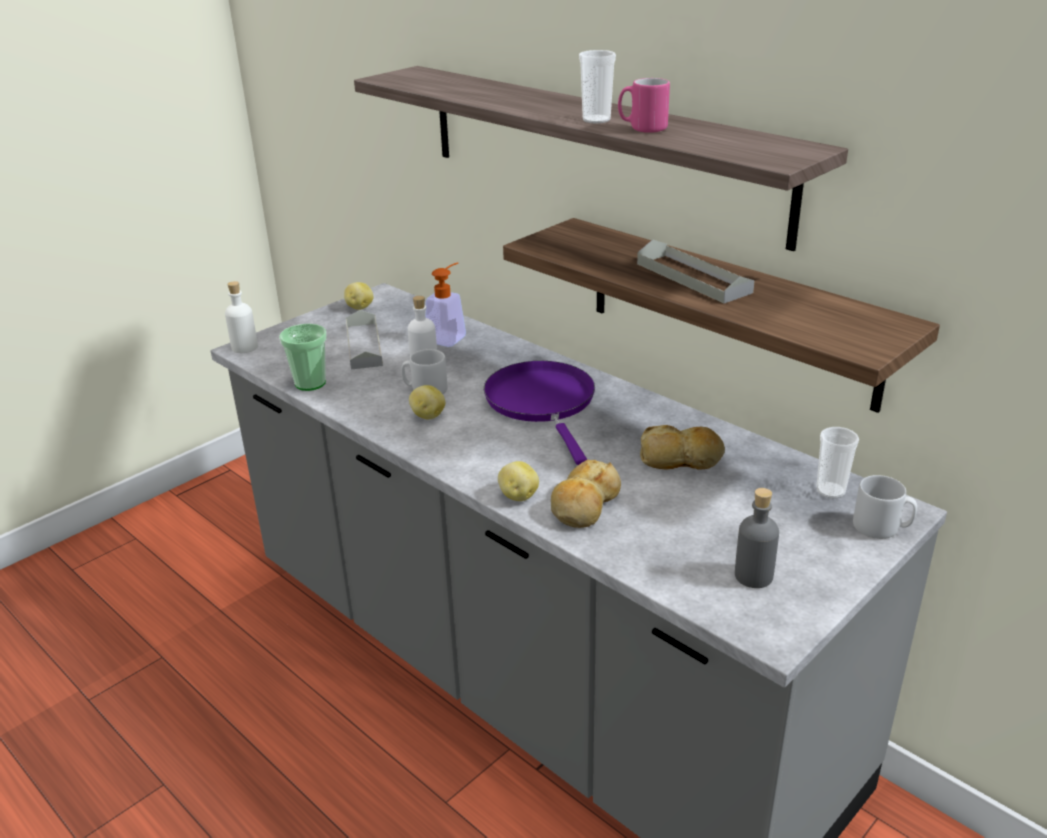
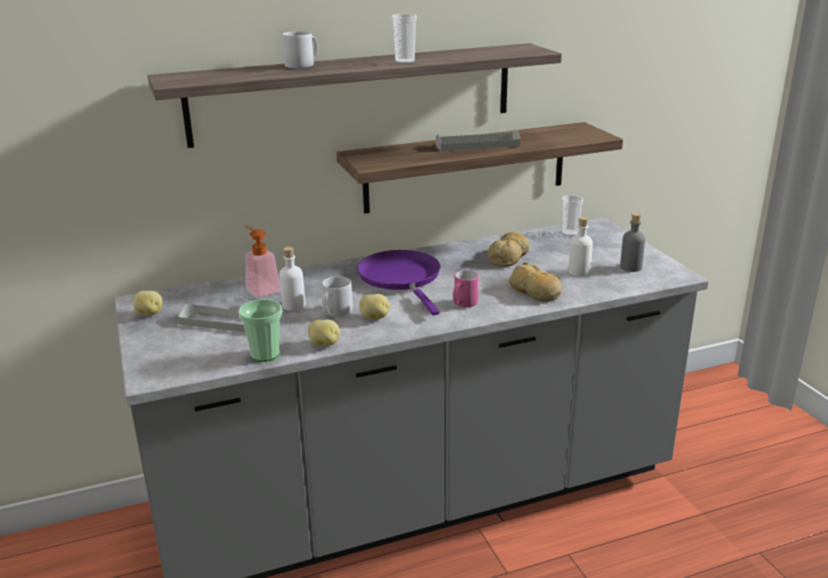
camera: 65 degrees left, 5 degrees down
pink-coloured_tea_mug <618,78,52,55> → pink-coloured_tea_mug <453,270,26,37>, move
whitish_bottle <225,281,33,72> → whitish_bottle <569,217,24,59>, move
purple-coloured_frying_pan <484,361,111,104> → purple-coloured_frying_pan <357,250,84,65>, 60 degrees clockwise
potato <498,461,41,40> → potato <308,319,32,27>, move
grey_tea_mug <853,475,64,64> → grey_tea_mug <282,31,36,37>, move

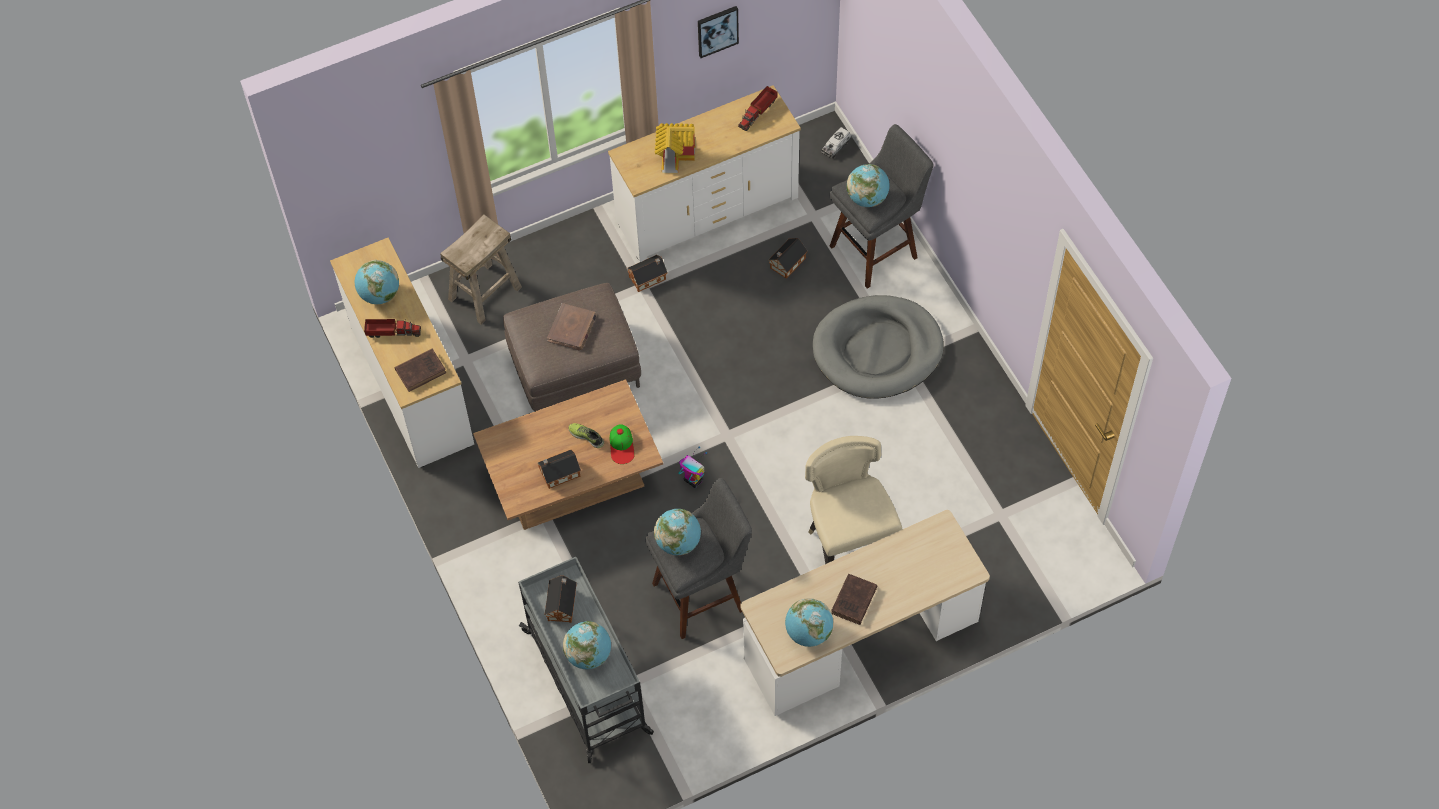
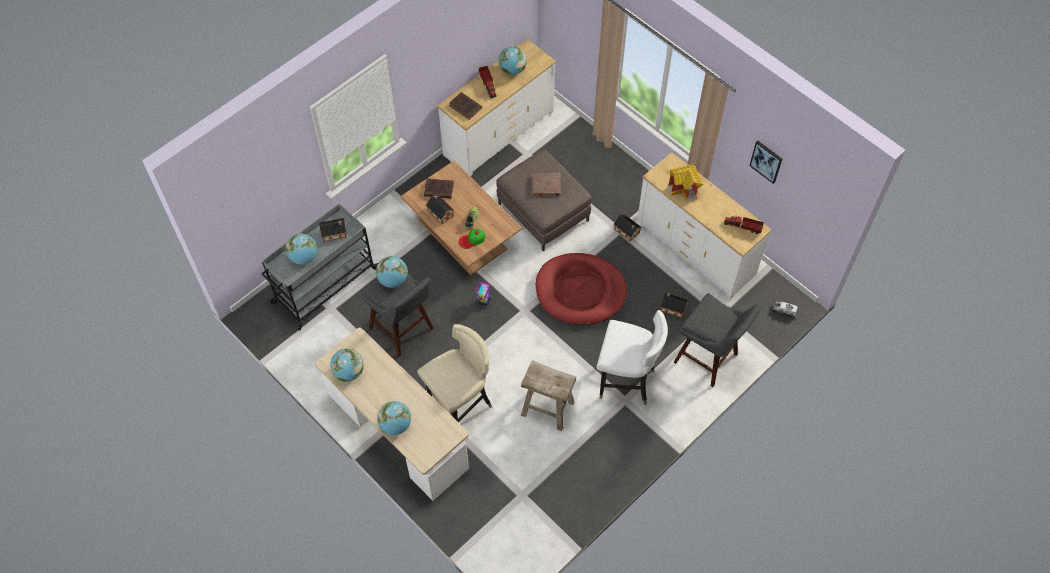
camera: 70 degrees right, 0 degrees up
desk_globe <847,164,43,43> → desk_globe <377,401,34,34>, move
beige-coloured_stool_seat <440,214,82,110> → beige-coloured_stool_seat <521,360,55,71>, move
grey_pet_bed <813,295,131,104> → whitish_plain_chair <597,310,71,95>
brownish_book <831,574,46,51> → brownish_book <424,179,30,19>, move
- → red-coloured_pet_bed <536,253,91,72>

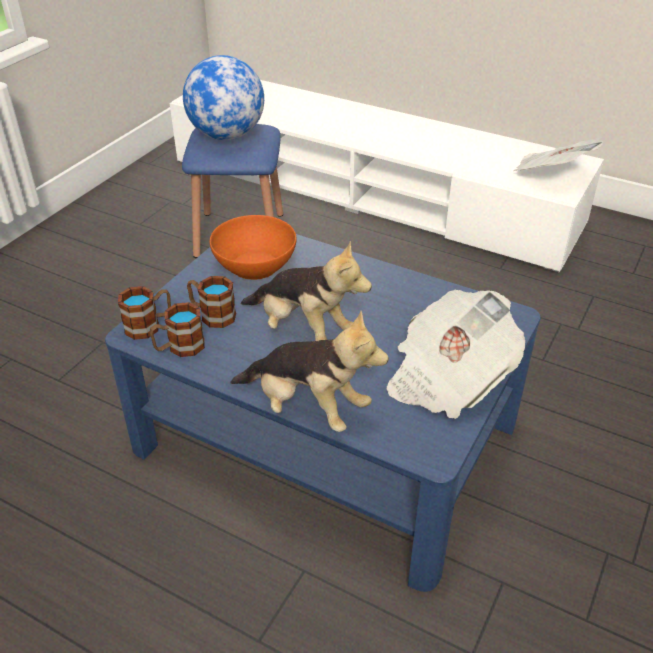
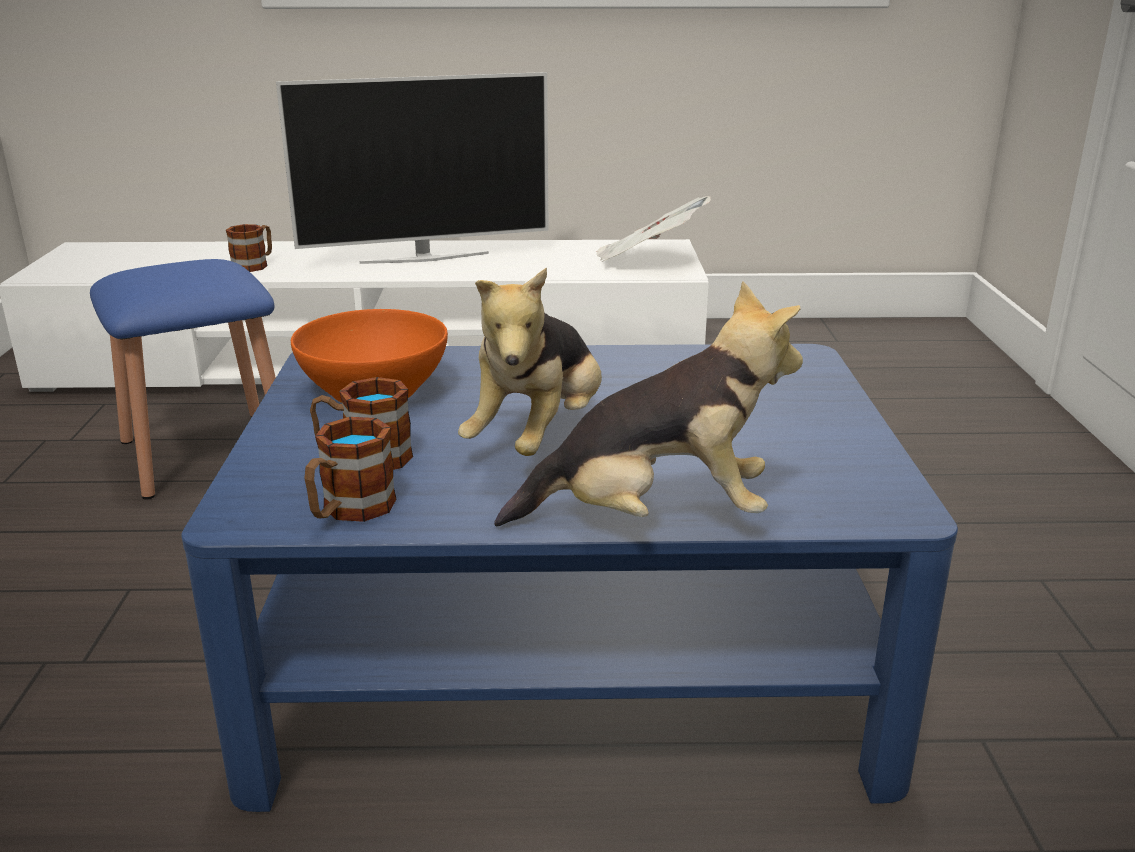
camera: 30 degrees left, 15 degrees down
desk_globe <183,55,81,85> → -
soft_toy <241,241,131,100> → soft_toy <458,267,144,189>, 105 degrees clockwise
tea_mug <118,286,53,54> → tea_mug <226,224,46,48>, move
printed_paper <387,289,138,130> → -
- → television <276,72,273,192>

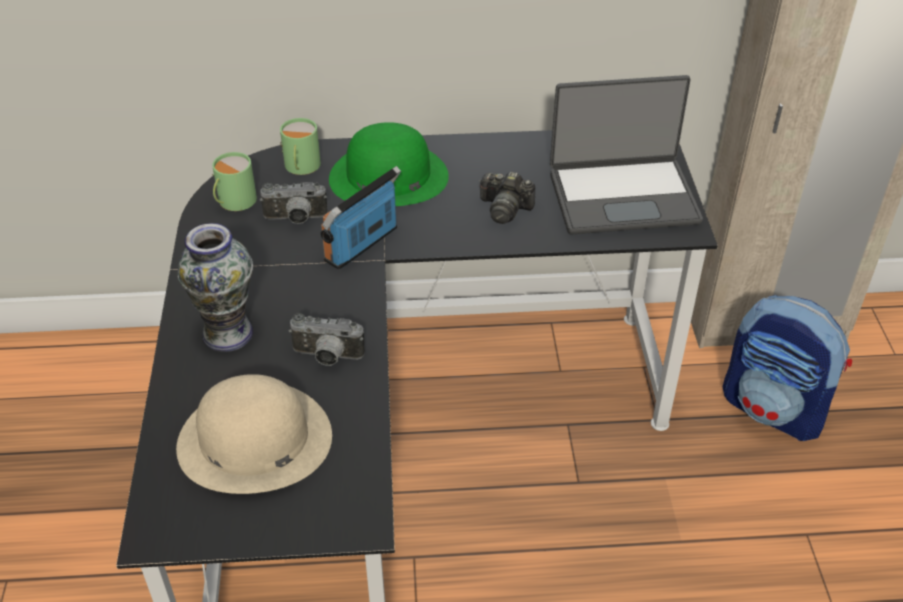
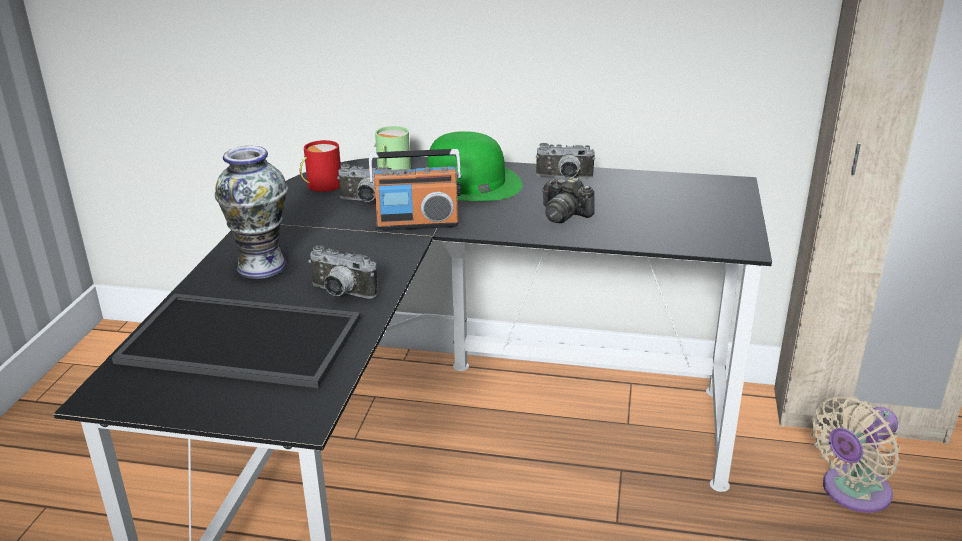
camera: 15 degrees right, 15 degrees down
laptop <550,75,153,160> → -
greenish_tea_mug <212,152,45,59> → red-coloured_tea_mug <300,140,41,52>
radio_set <321,166,80,104> → radio_set <369,149,92,82>, 150 degrees counterclockwise
rucksack <723,295,129,146> → beige-coloured_cooling_fan <811,396,89,117>
beige-coloured_clothing_hat <176,374,156,120> → carrying_tray <112,294,249,94>
- → photo_camera <536,143,59,35>

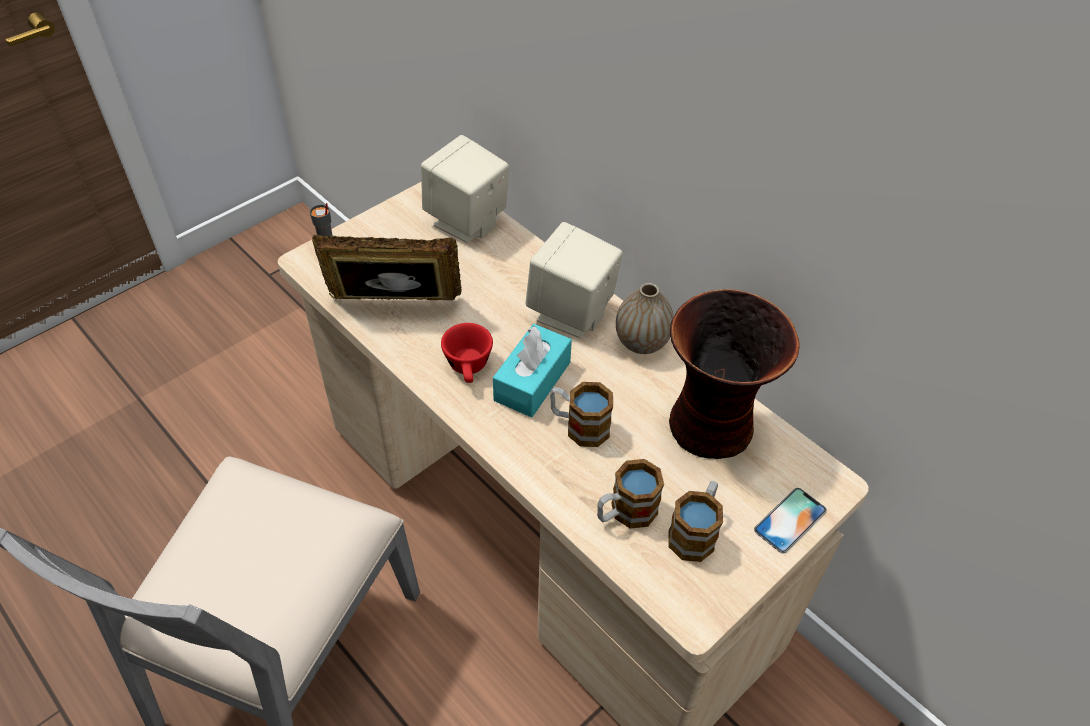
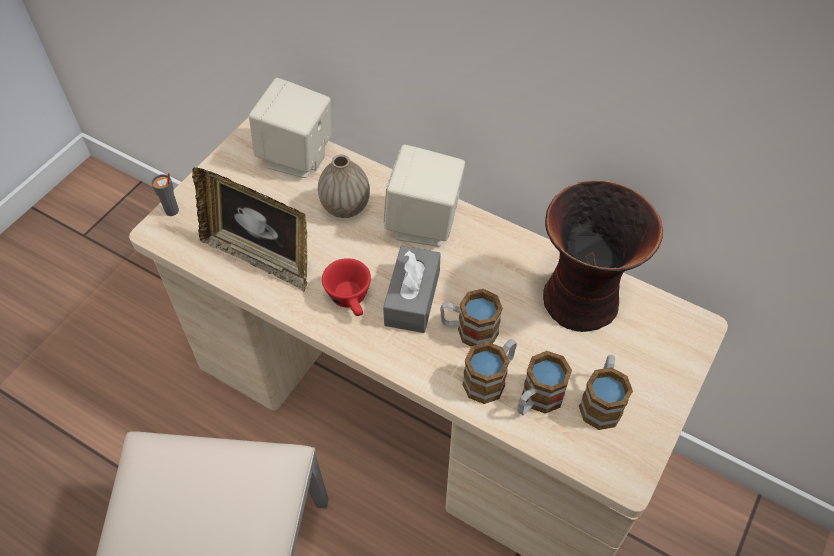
camera: 15 degrees left, 5 degrees up
photo_frame <312,235,150,65> → photo_frame <192,167,115,125>, 135 degrees counterclockwise
vase <616,283,58,71> → vase <318,155,52,63>, move
turquoise_box_of_tissues <493,324,79,93> → grey_box_of_tissues <383,246,58,87>
telephone <754,488,73,65> → -
- → tea_mug <462,339,55,65>

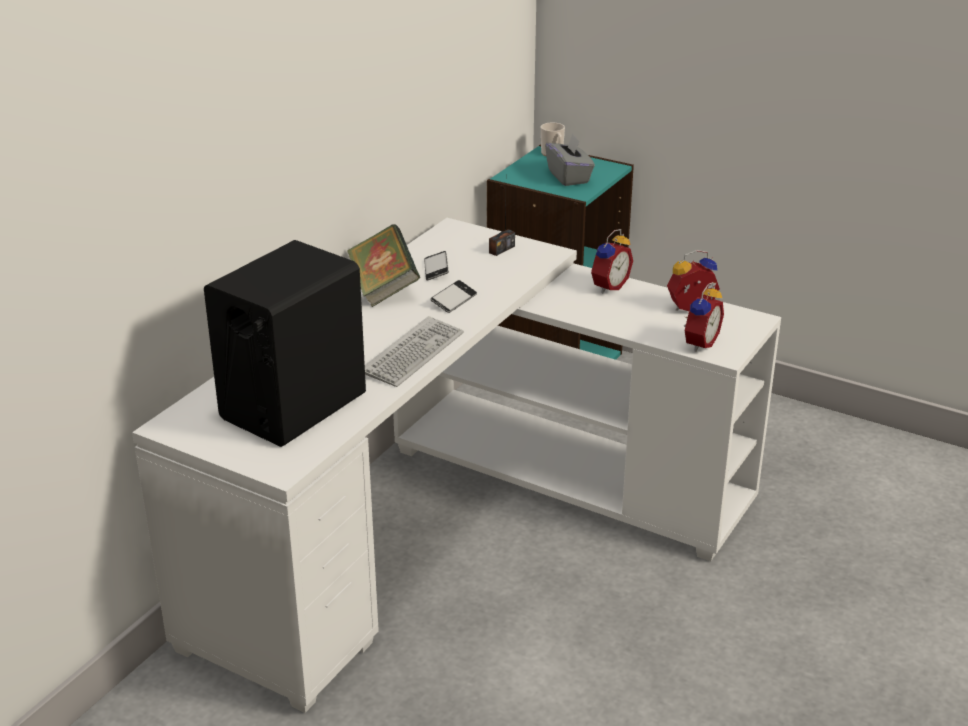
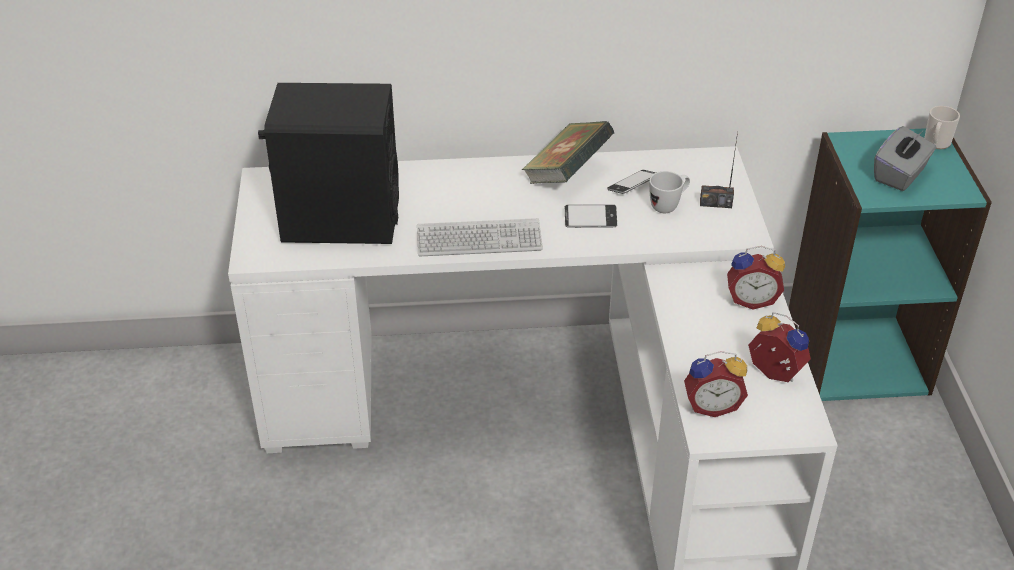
camera: 55 degrees right, 10 degrees up
- → whitish_tea_mug <649,171,41,42>

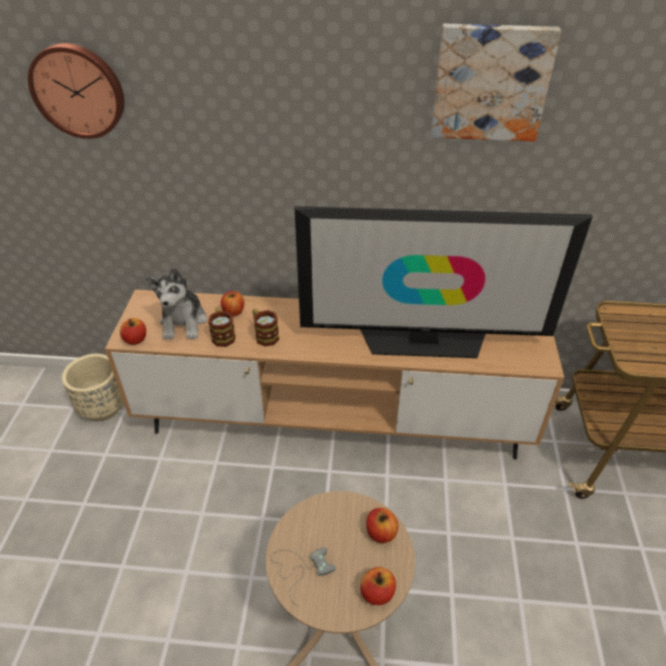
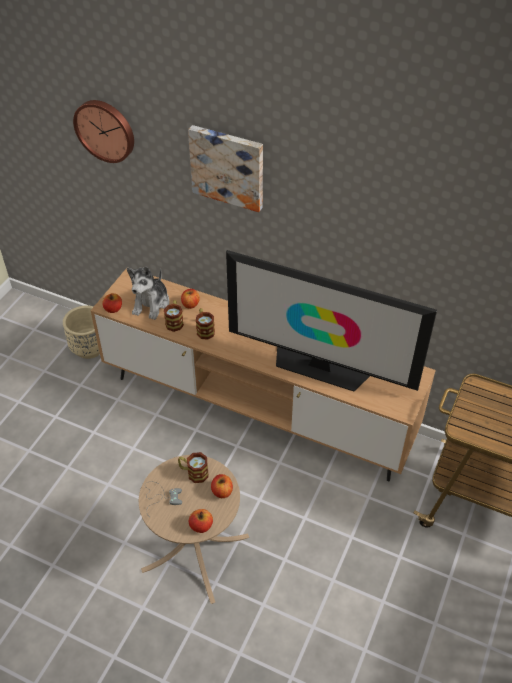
camera: 20 degrees right, 5 degrees up
picture <431,24,131,118> → picture <188,125,75,87>, move
- → tea_mug <178,452,31,31>

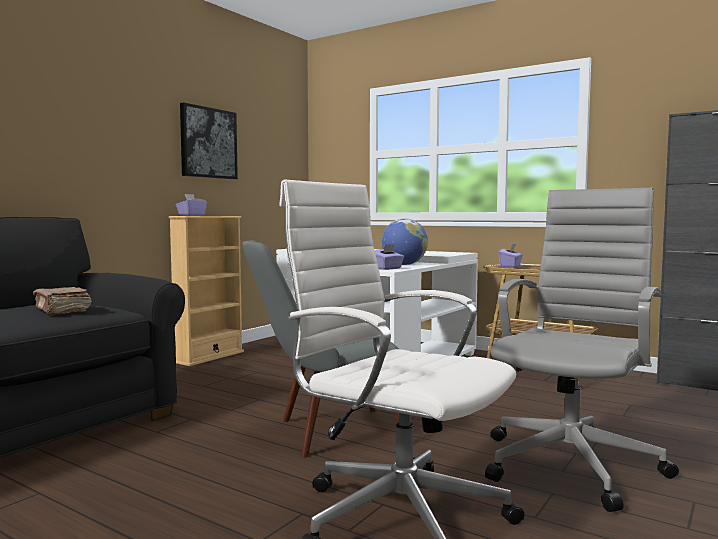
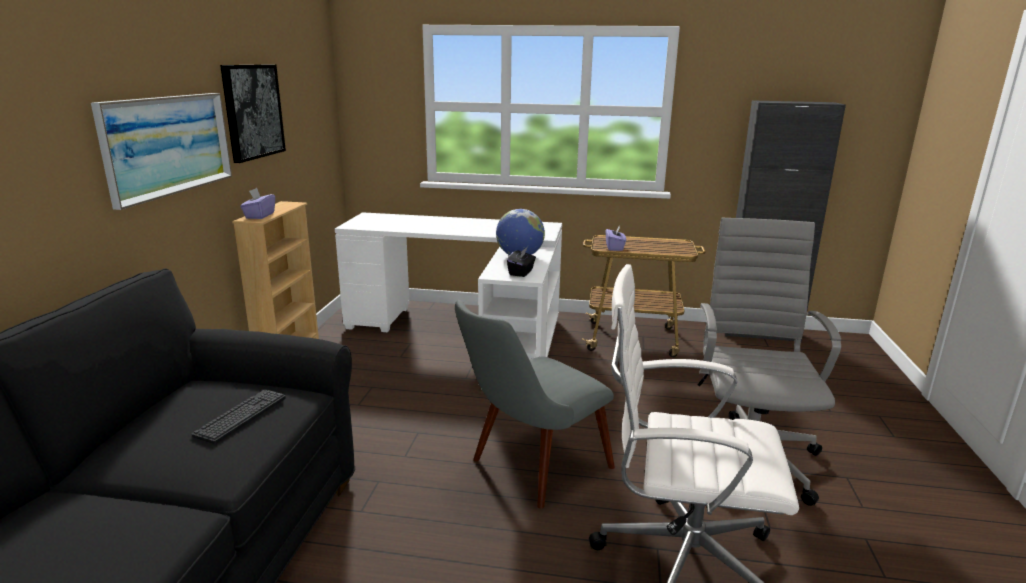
camera: 25 degrees left, 15 degrees up
purple-coloured_box_of_tissues <375,244,29,26> → black-coloured_box_of_tissues <507,247,29,30>
brownish_book <33,287,58,28> → keyboard <192,390,94,54>
- → picture <91,93,141,117>

